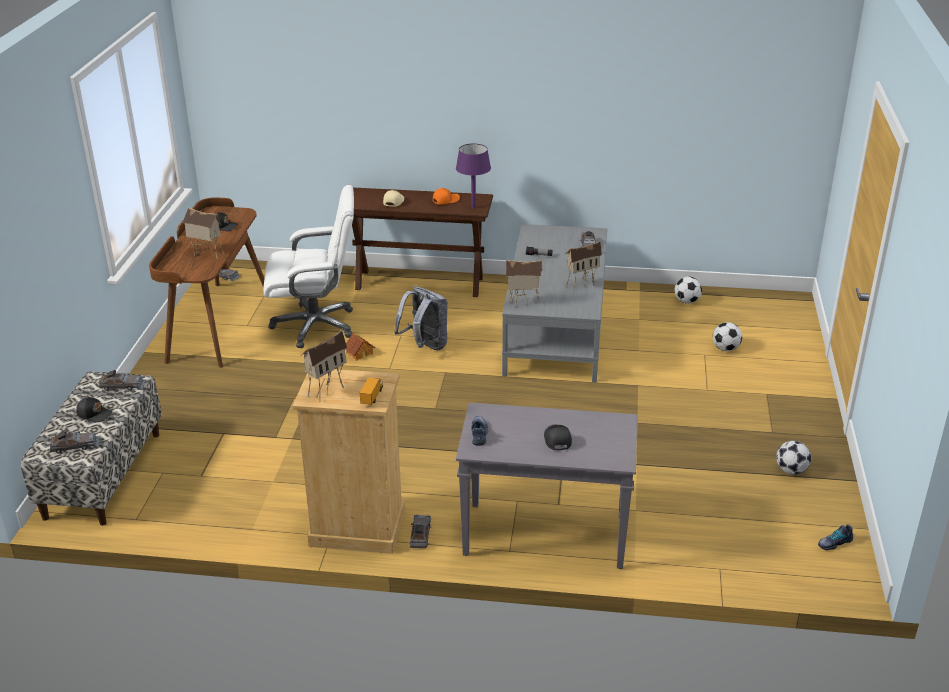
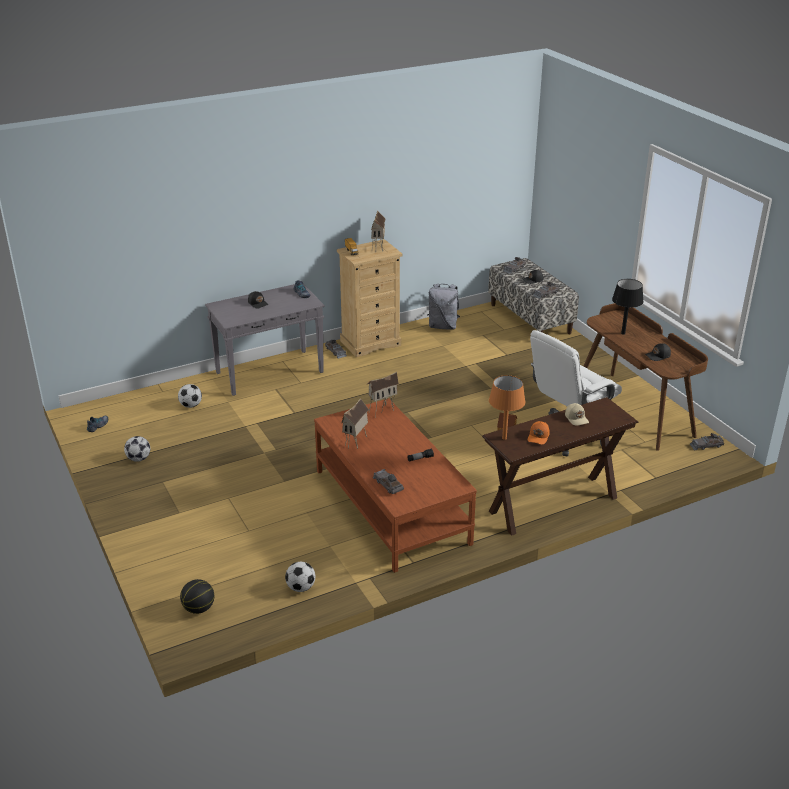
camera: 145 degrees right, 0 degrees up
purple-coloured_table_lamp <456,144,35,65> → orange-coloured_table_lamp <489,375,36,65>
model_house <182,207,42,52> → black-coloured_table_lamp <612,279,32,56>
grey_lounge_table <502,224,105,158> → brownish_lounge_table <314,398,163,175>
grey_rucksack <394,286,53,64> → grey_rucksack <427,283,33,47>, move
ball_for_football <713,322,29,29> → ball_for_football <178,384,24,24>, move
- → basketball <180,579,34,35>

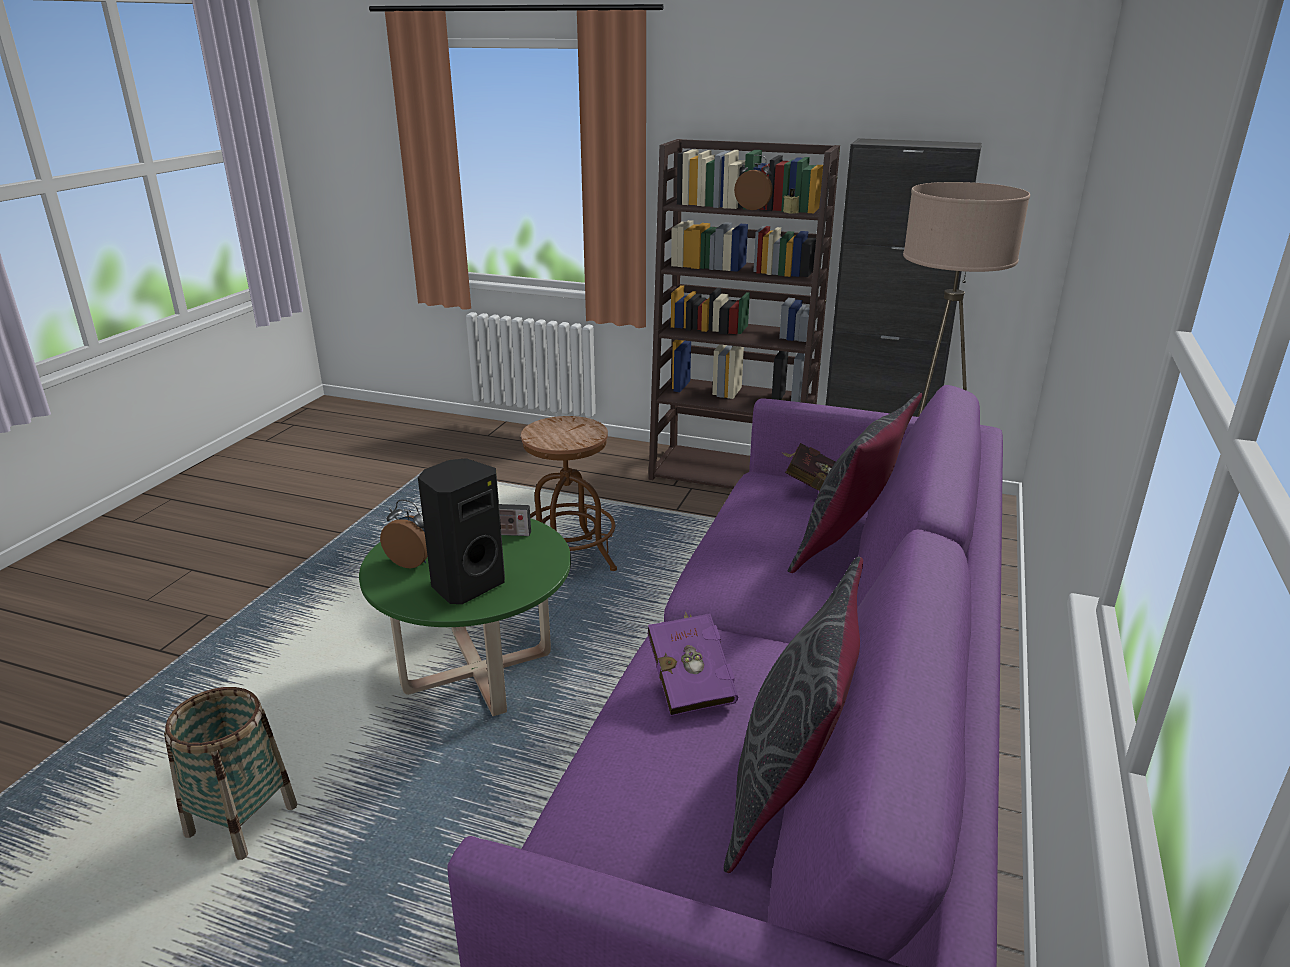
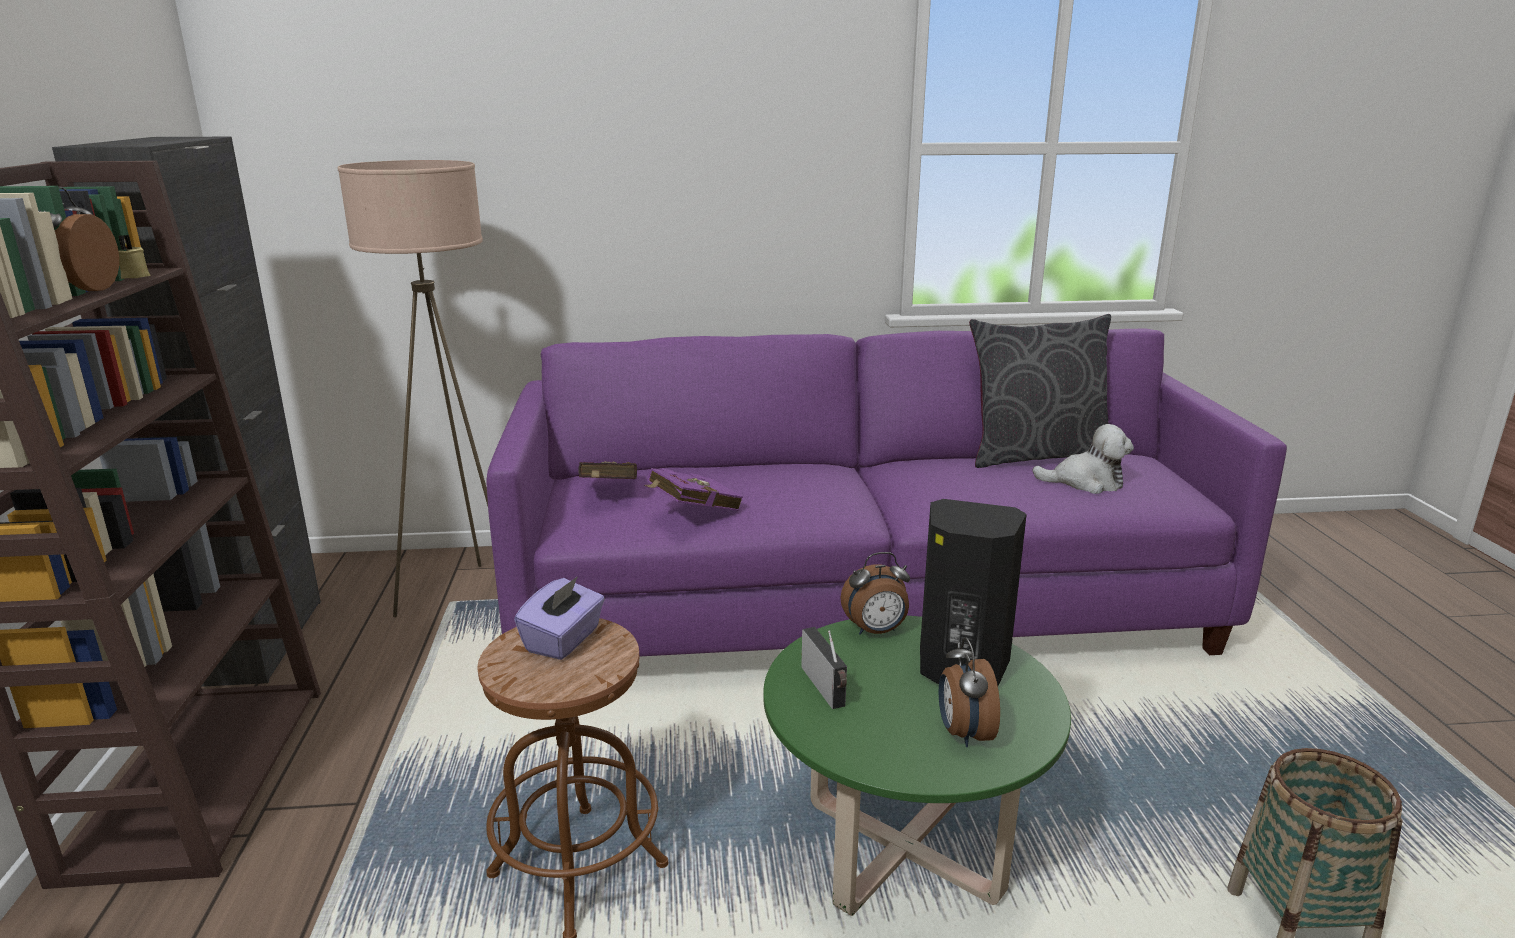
camera: 115 degrees left, 5 degrees down
grey_cushion <788,392,135,181> → -
purple-coloured_book <648,612,90,105> → purple-coloured_book <647,468,96,43>, move
- → soft_toy <1032,424,102,70>
- → alarm_clock <840,552,70,83>
- → purple-coloured_box_of_tissues <514,576,91,84>

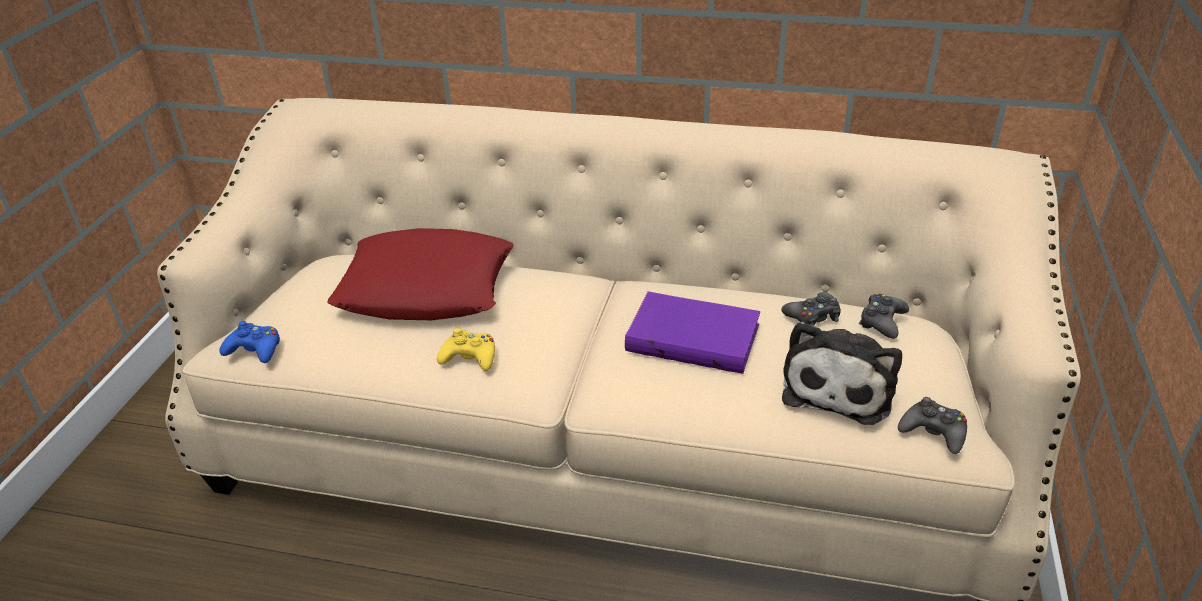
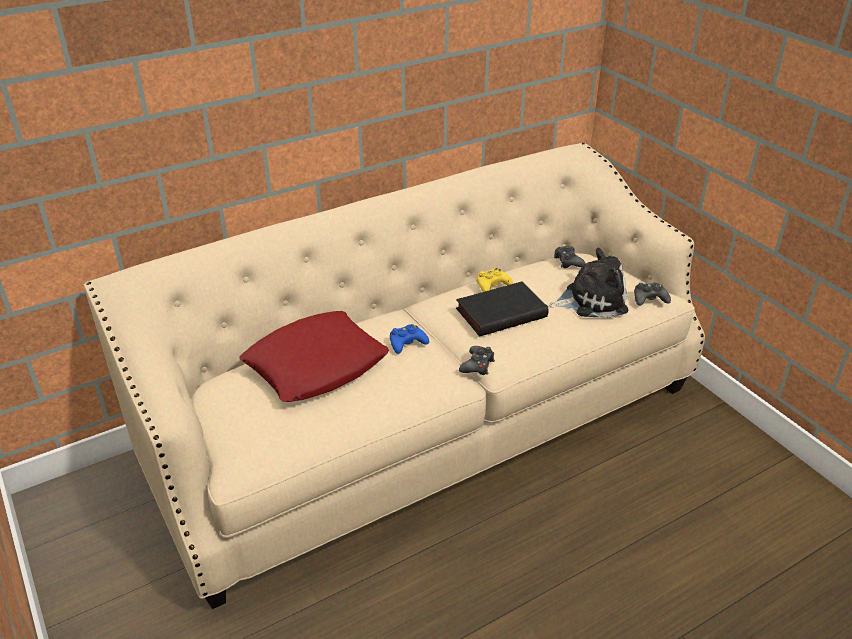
camera: 45 degrees left, 0 degrees up
purple-coloured_book <625,291,135,83> → black-coloured_book <456,281,92,56>
black-coloured_joypad <781,292,60,33> → black-coloured_joypad <459,346,36,29>, move
bluish_joypad <219,321,61,42> → bluish_joypad <390,324,39,30>, move
soft_toy <782,321,120,104> → soft_toy <548,248,80,70>, 75 degrees counterclockwise
yellow-coloured_joypad <437,328,58,43> → yellow-coloured_joypad <477,268,36,24>, move

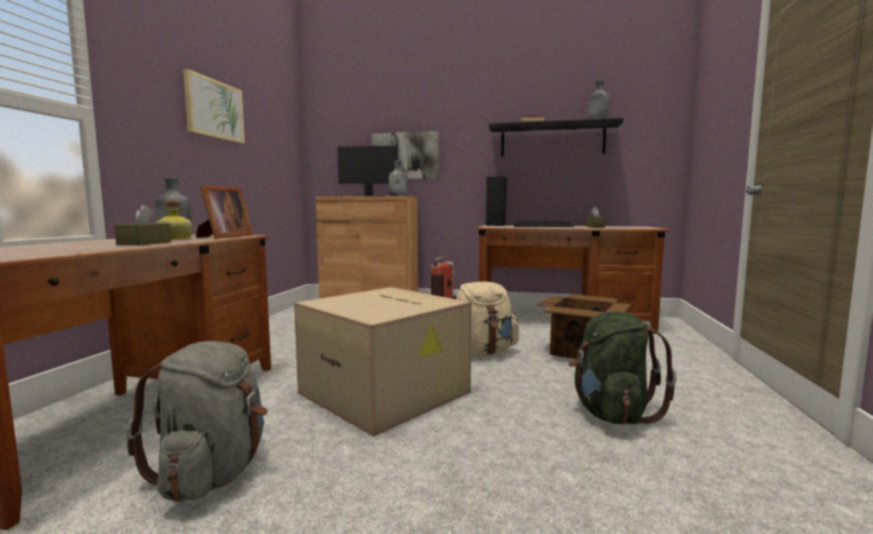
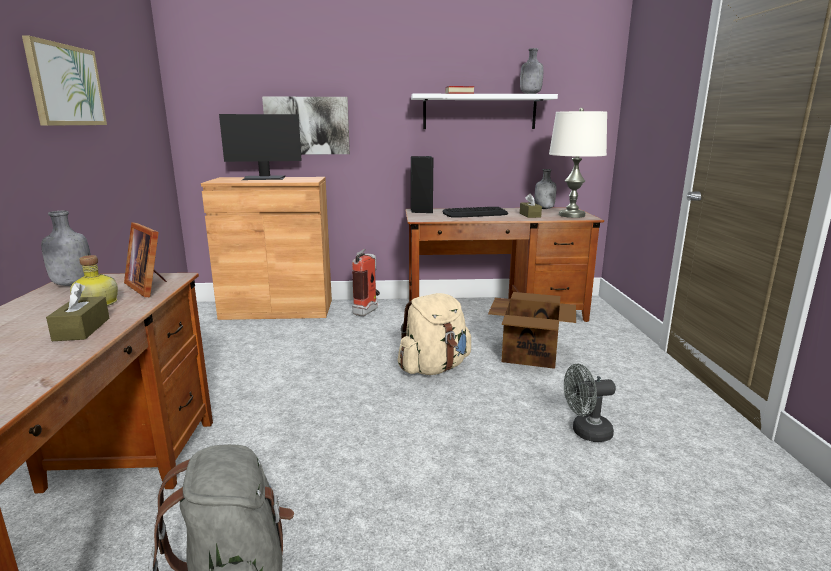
camera: 15 degrees left, 10 degrees up
black-coloured_shelf <489,118,134,38> → whitish_shelf <411,94,147,35>
grey_bottle <389,161,18,35> → grey_bottle <534,169,22,40>, move
photo_frame <196,185,57,53> → photo_frame <124,222,43,75>, 135 degrees clockwise
cardboard_box <294,287,178,150> → -
greenish_rucksack <568,312,108,113> → grey_cooling_fan <564,364,52,78>
- → whitish_table_lamp <549,108,58,110>

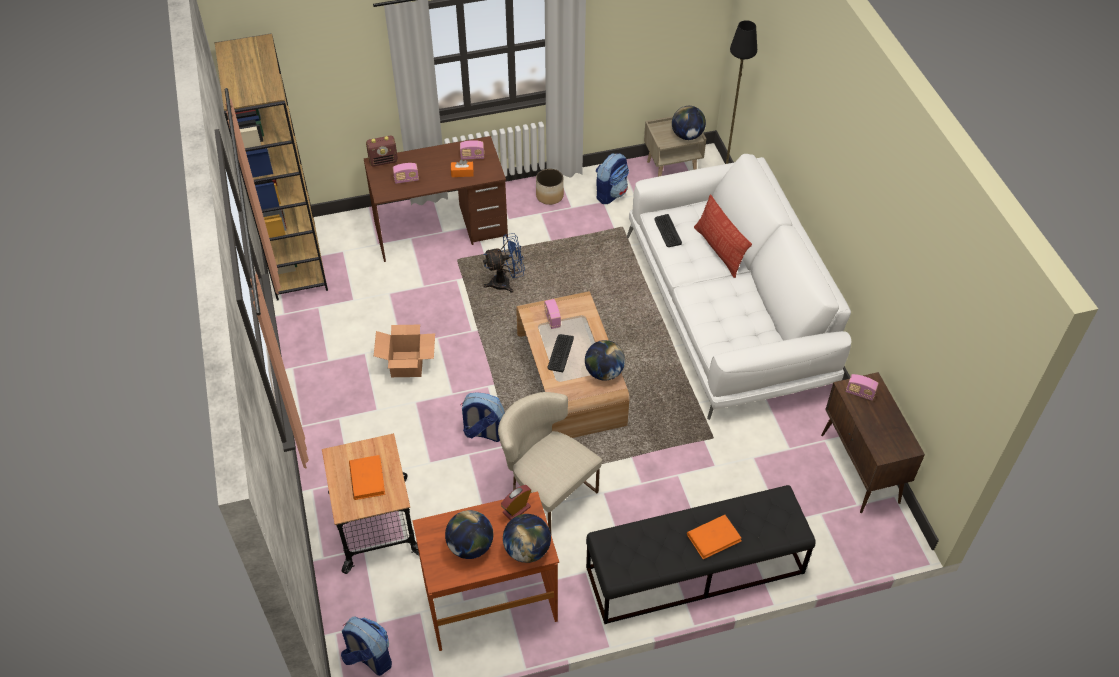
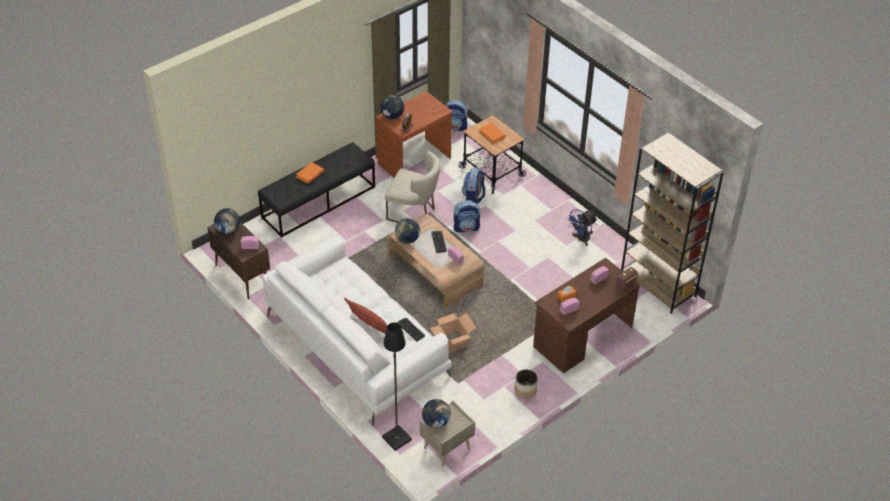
camera: 155 degrees right, 5 degrees down
rucksack <596,153,33,51> → rucksack <462,168,23,36>, move
bluish_cooling_fan <483,233,42,60> → bluish_cooling_fan <566,209,31,37>, move
cardboard_box <374,325,61,52> → cardboard_box <430,313,46,40>, move
desk_globe <445,510,48,49> → desk_globe <214,208,26,26>, move

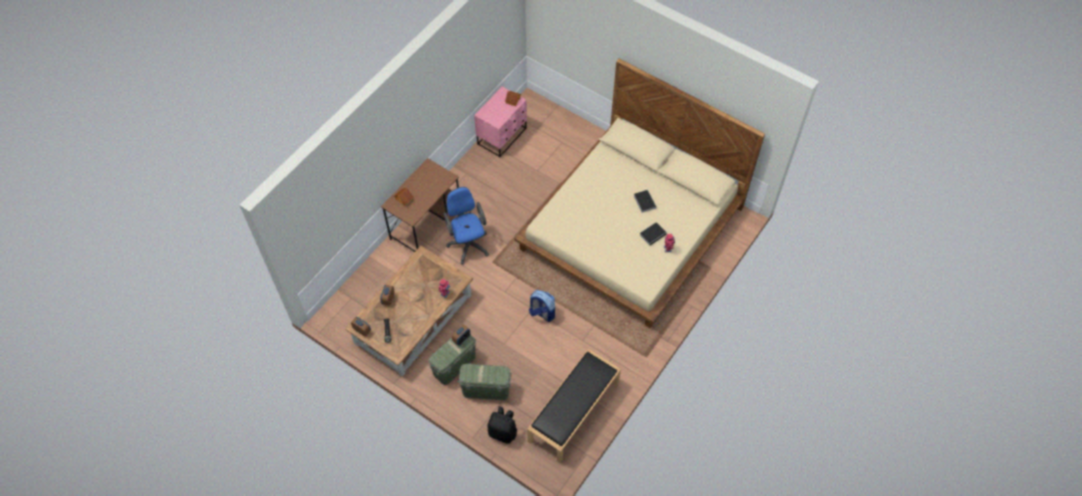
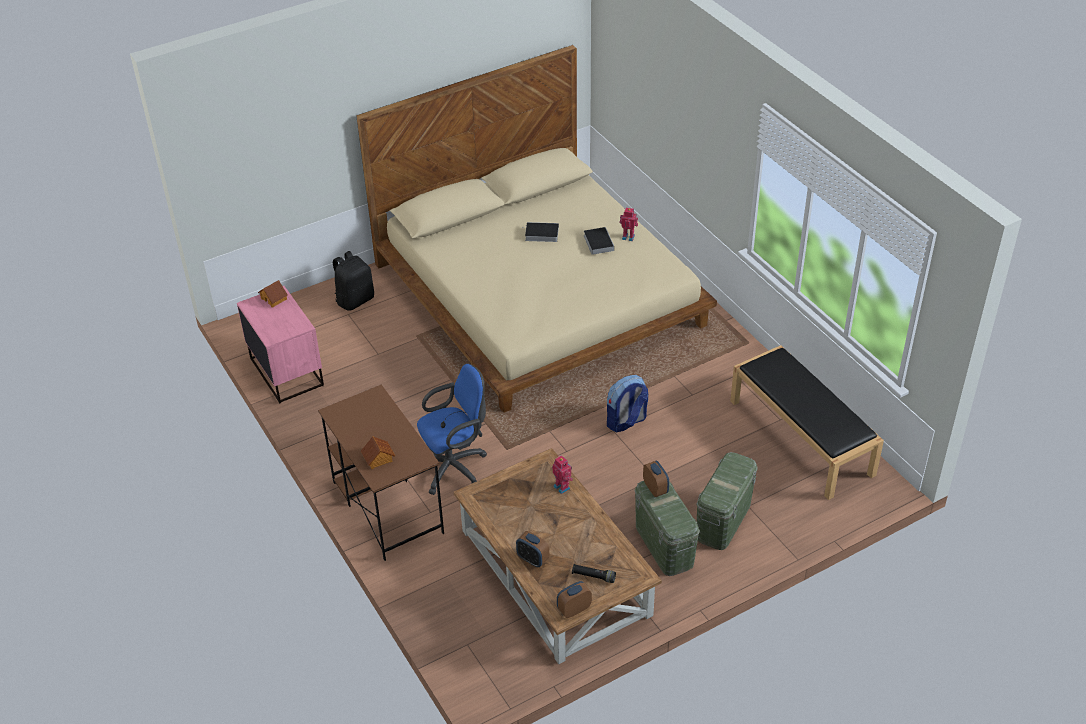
camera: 65 degrees left, 15 degrees down
bluish_computer_chair <444,187,45,78> → bluish_computer_chair <417,364,70,131>, 150 degrees clockwise
black-coloured_rucksack <487,406,30,38> → black-coloured_rucksack <333,251,41,60>, move

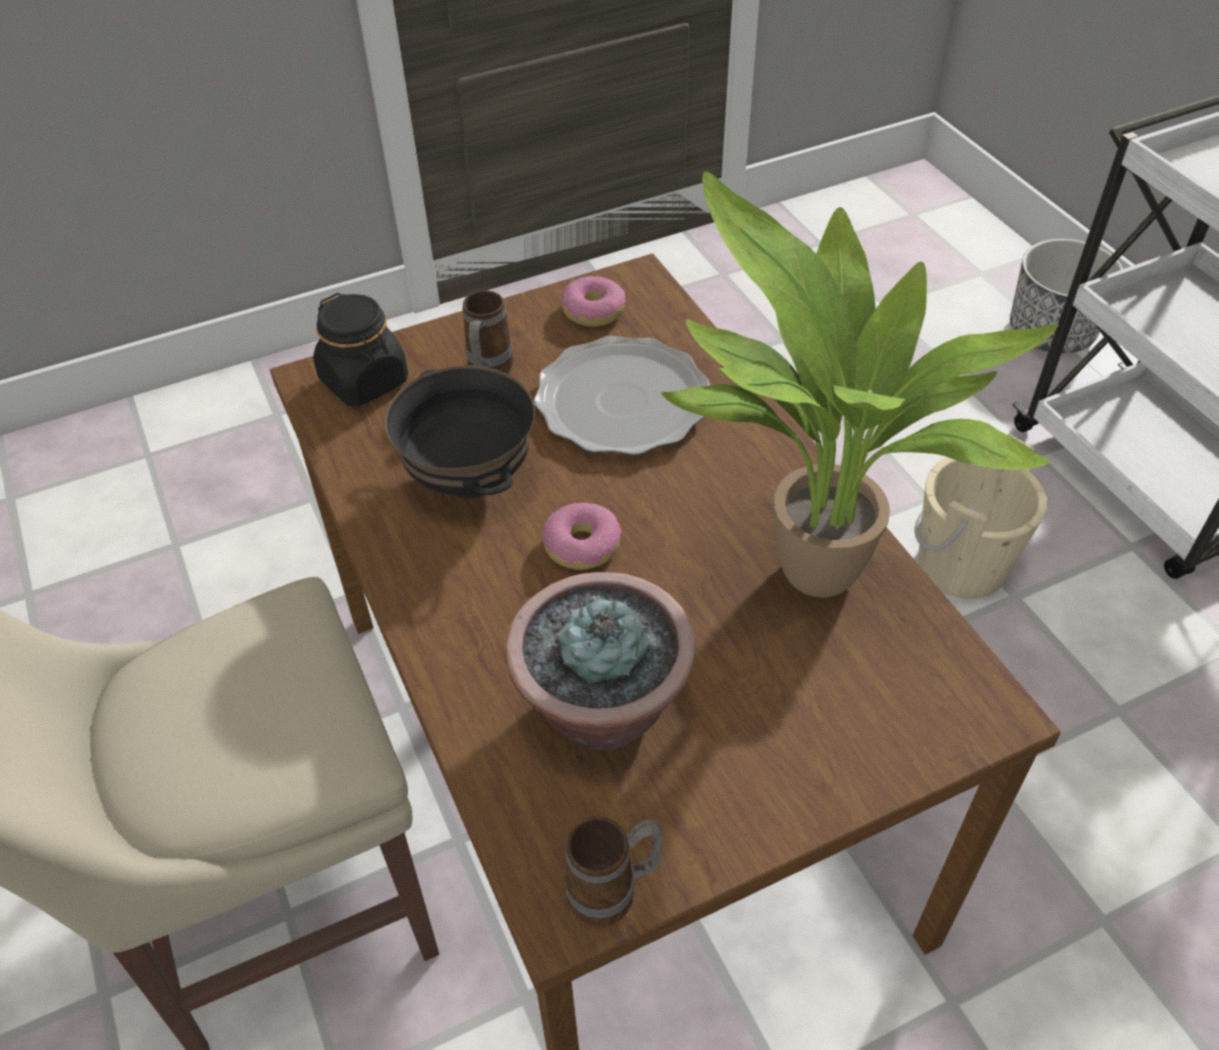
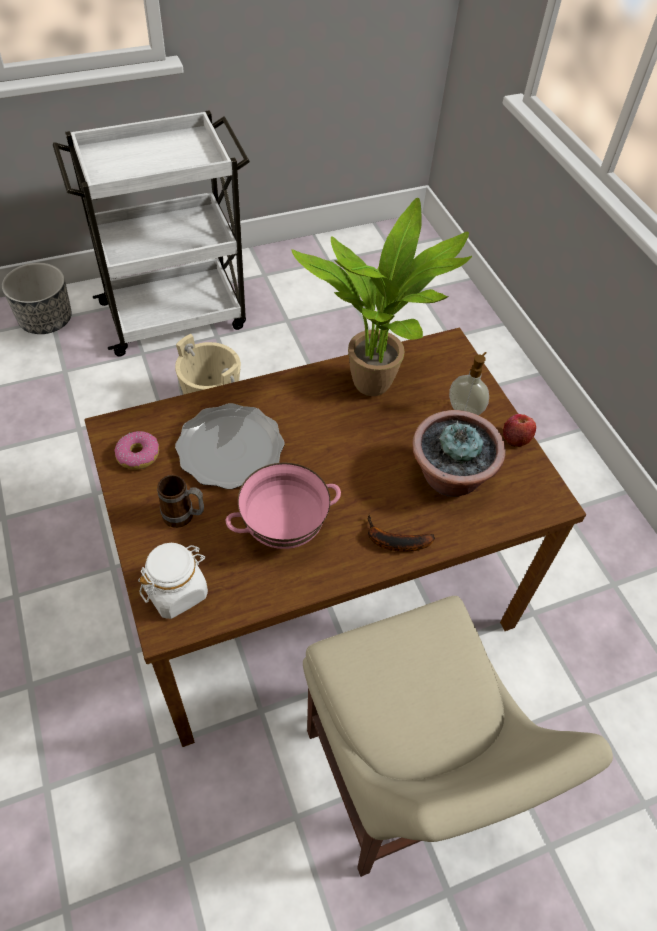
camera: 90 degrees left, 5 degrees up
black-coloured_jar <313,293,95,113> → whitish_jar <138,543,70,76>
black-coloured_bowl <385,366,150,133> → pink-coloured_bowl <226,463,115,86>
donut <543,502,79,68> → -
tea_mug <565,816,98,110> → -
- → soap_bottle <449,352,40,63>
- → apple <503,414,33,33>
- → whole_banana <368,514,67,38>

